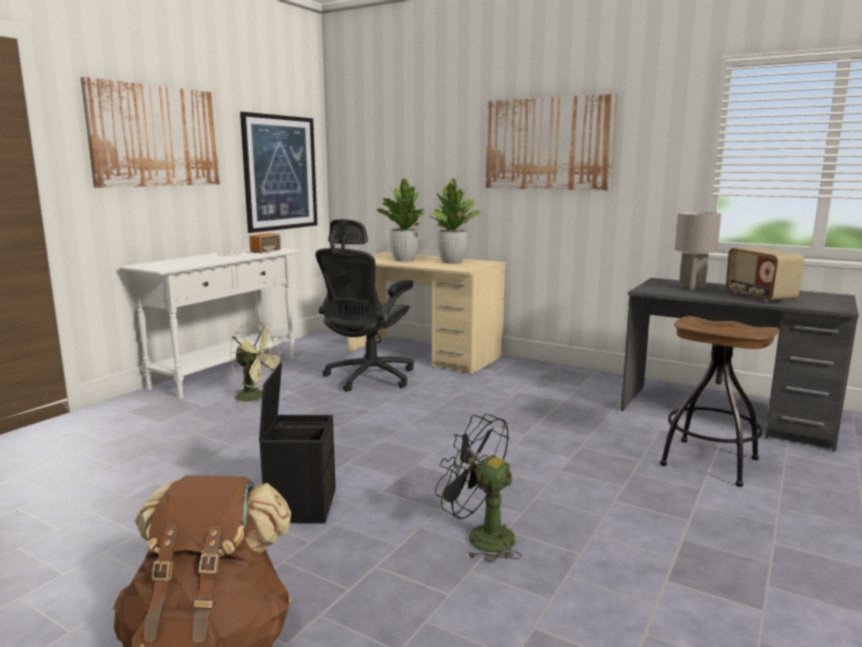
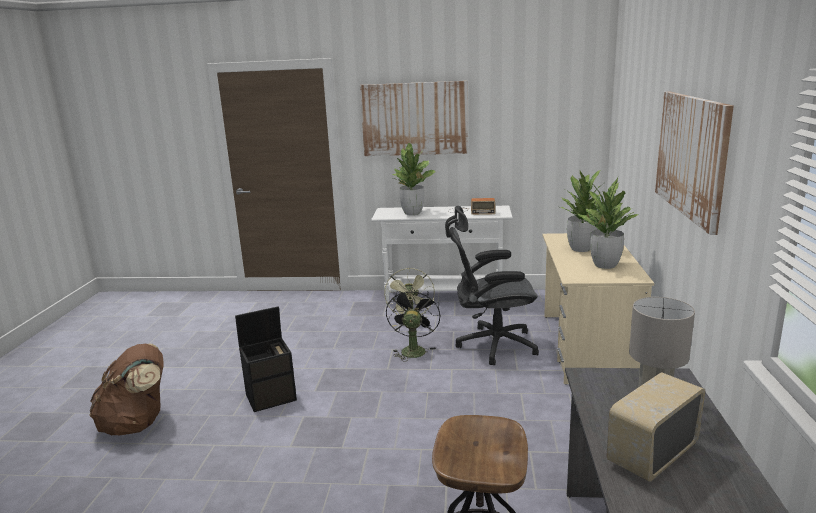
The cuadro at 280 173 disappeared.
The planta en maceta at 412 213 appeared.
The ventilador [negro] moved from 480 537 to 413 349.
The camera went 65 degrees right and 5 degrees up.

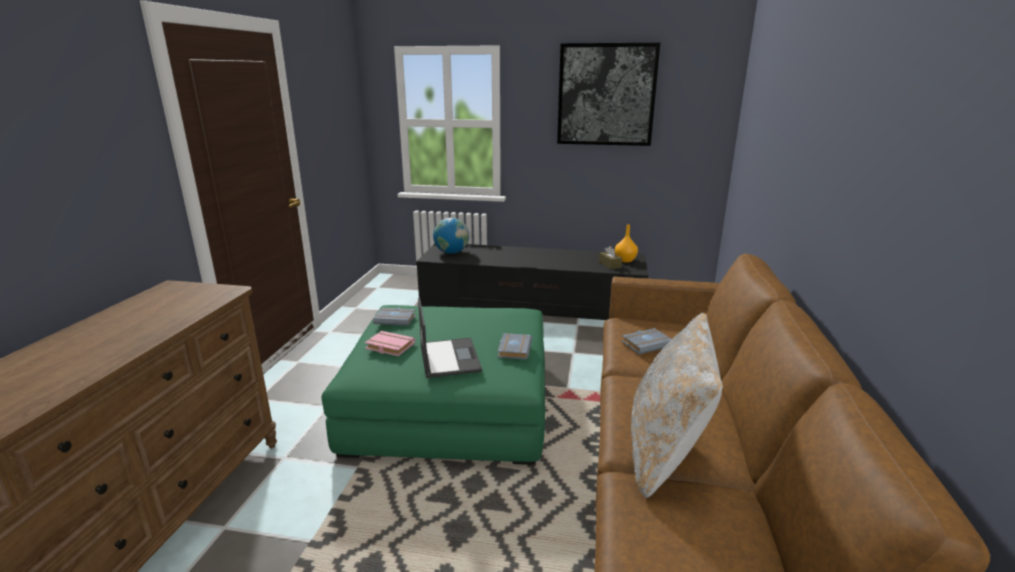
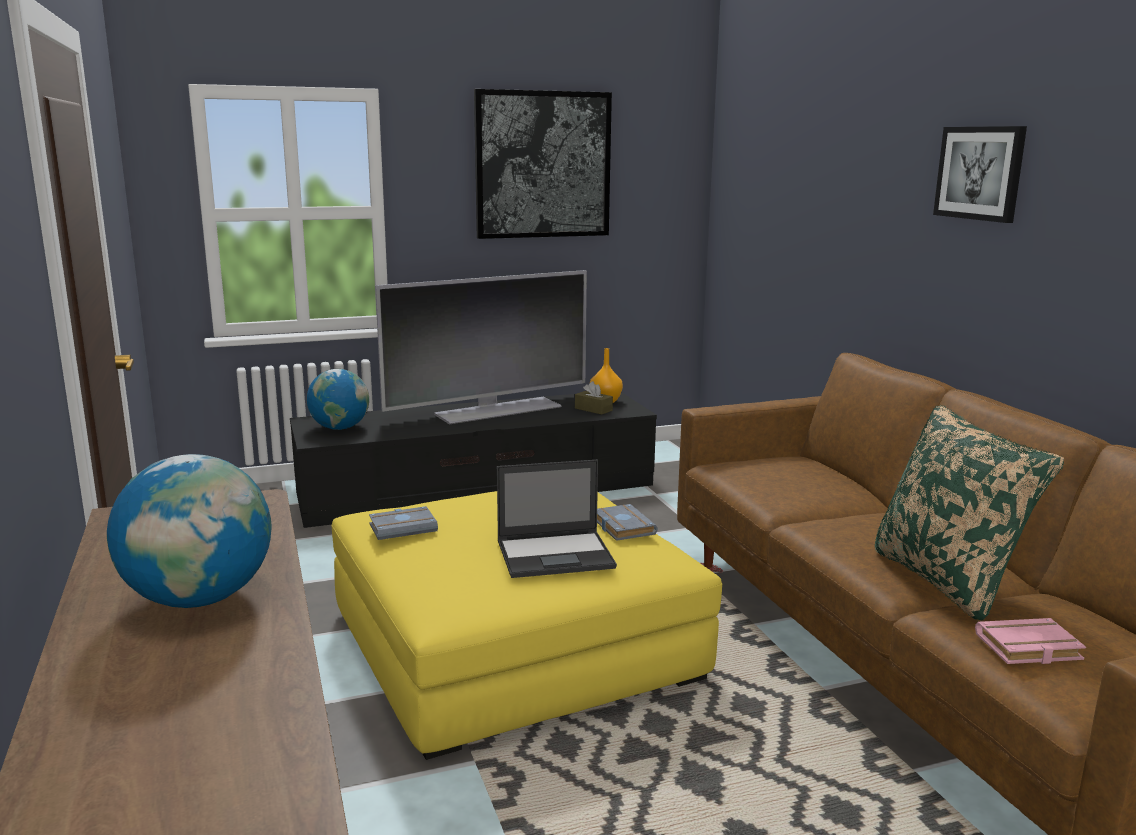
The libro [gris] at 646 344 disappeared.
The globo terráqueo at 199 599 appeared.
The televisor at 497 410 appeared.
The cuadro at 980 173 appeared.
The libro [rosa] moved from 388 347 to 1027 649.
The puf [verde] at 451 404 became the puf [amarillo] at 514 643.
The cojín [blanco] at 665 458 became the cojín [verde] at 945 585.
The portátil at 449 357 turned 120 degrees clockwise.
The camera went 30 degrees left and 5 degrees down.

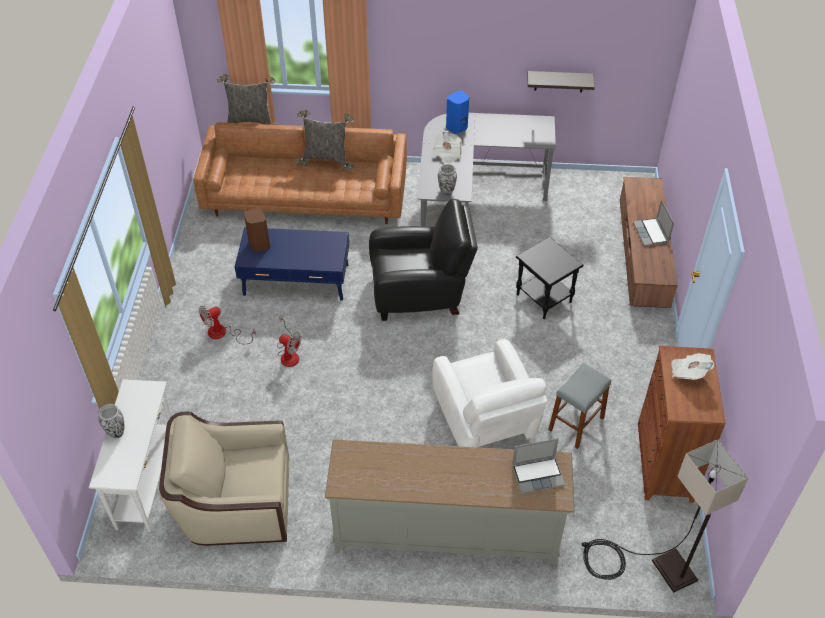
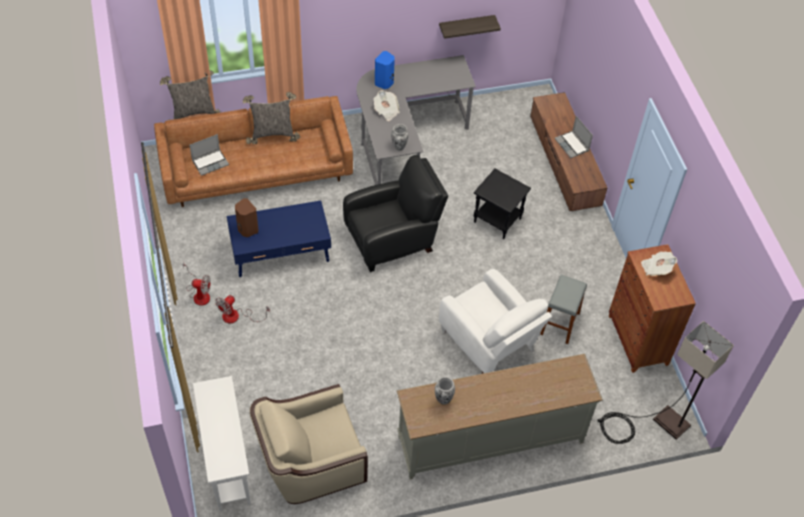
The florero moved from 116 433 to 443 399.
The ventilador moved from 289 354 to 199 294.
The portátil moved from 538 474 to 210 162.
The camera went 20 degrees left and 5 degrees up.

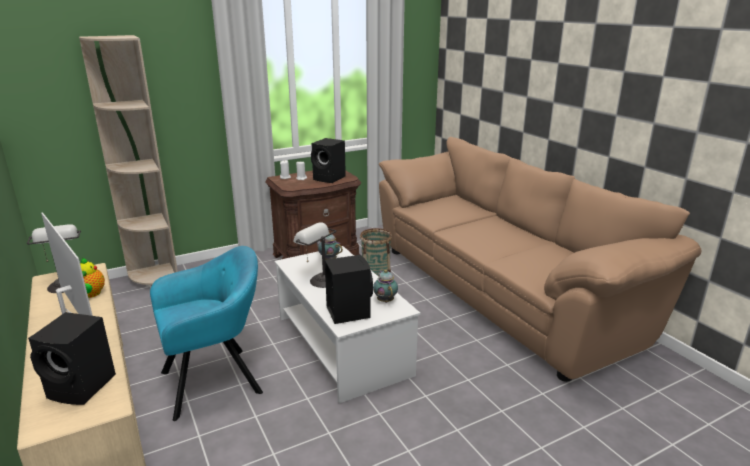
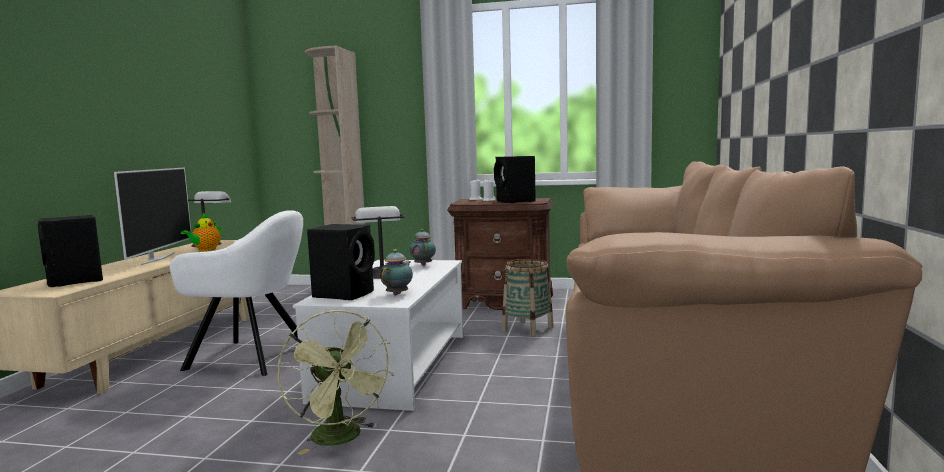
The ventilador [verde] at 342 439 appeared.
The sillón [turquesa] at 216 380 became the sillón [blanco] at 253 357.
The camera went 40 degrees right and 15 degrees down.

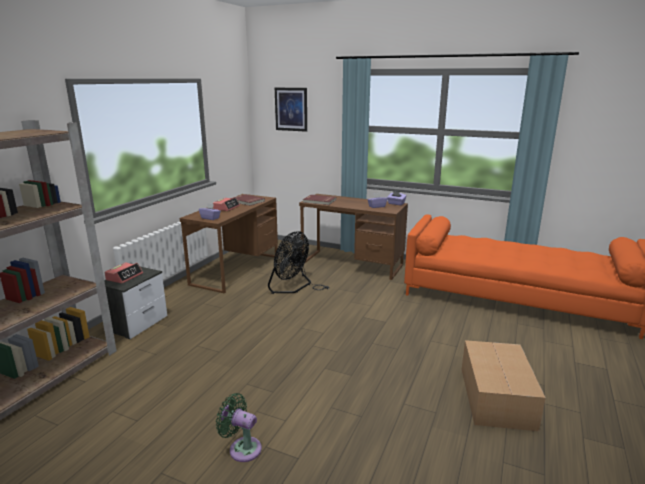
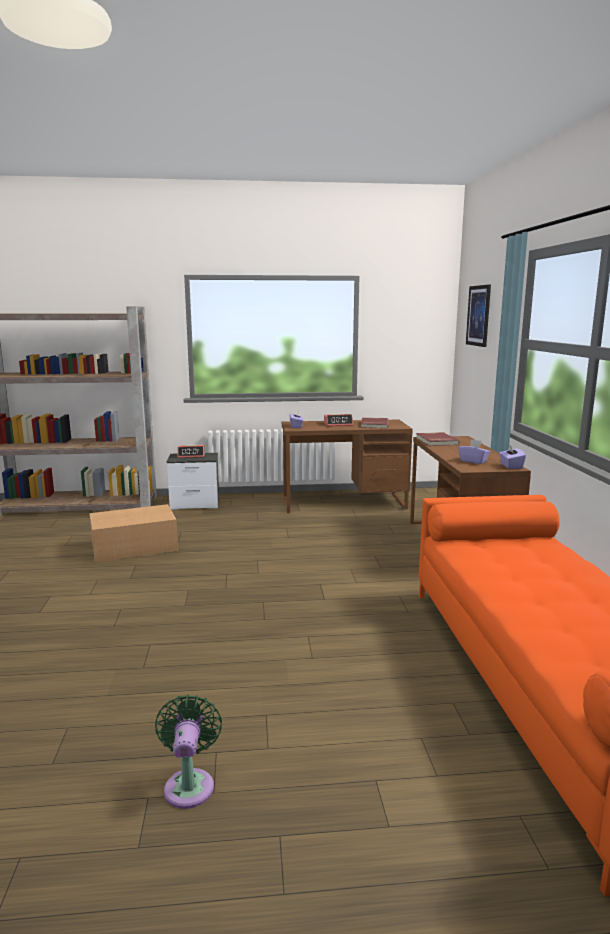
The ventilador [negro] at 298 286 disappeared.
The ventilador [verde] moved from 242 448 to 190 784.
The caja de cartón moved from 496 398 to 133 547.
The camera went 60 degrees right and 5 degrees down.

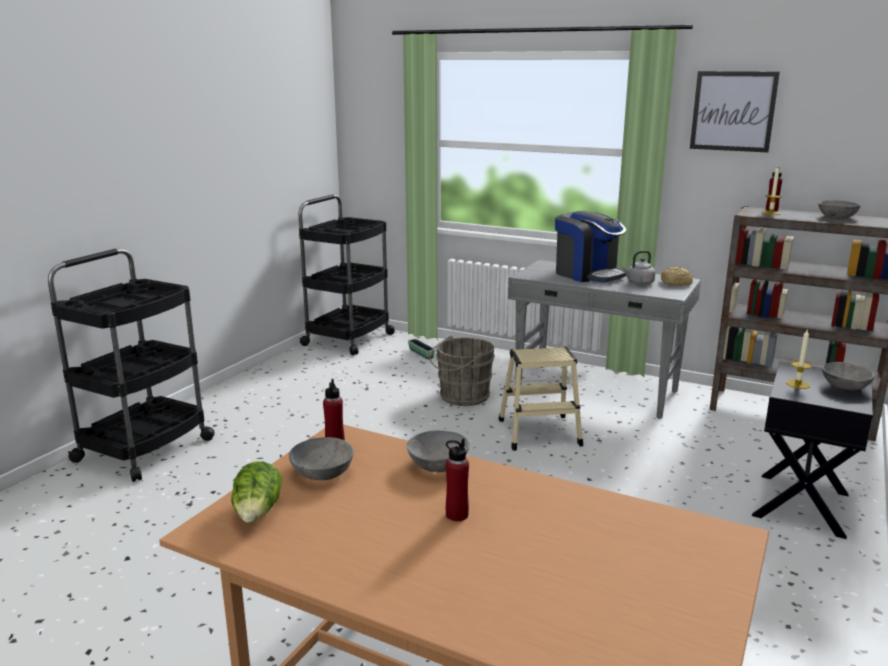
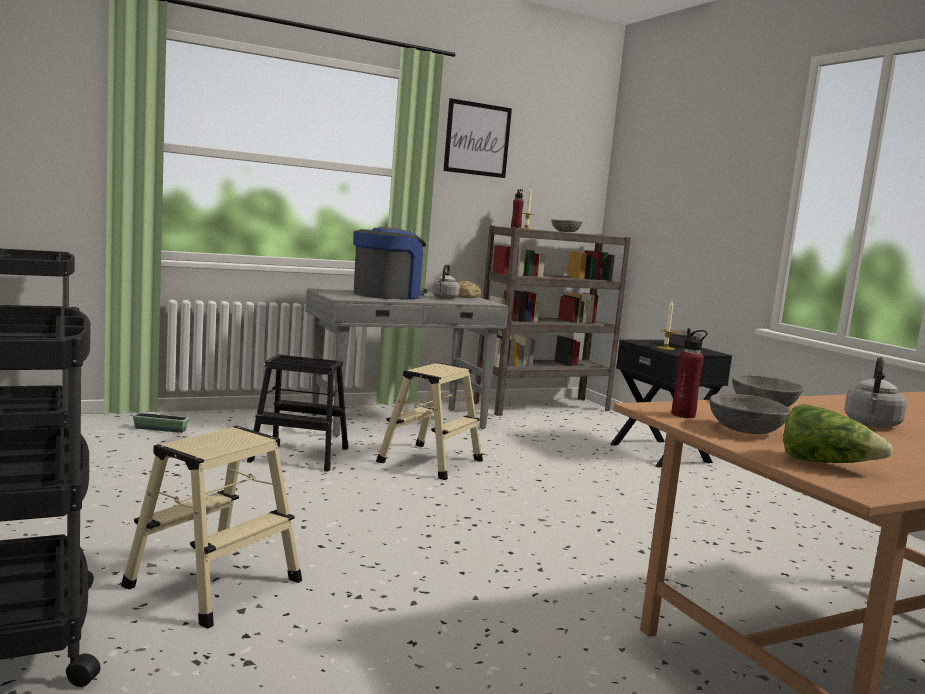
The escalera de tijera [beis] at 214 583 appeared.
The cubo [gris] at 461 397 was replaced by the escalera de tijera [negro] at 300 454.
The botella [rojo] at 456 515 was replaced by the hervidor [gris] at 872 424.
The cafetera at 588 274 turned 45 degrees counterclockwise.
The camera went 55 degrees left and 10 degrees down.

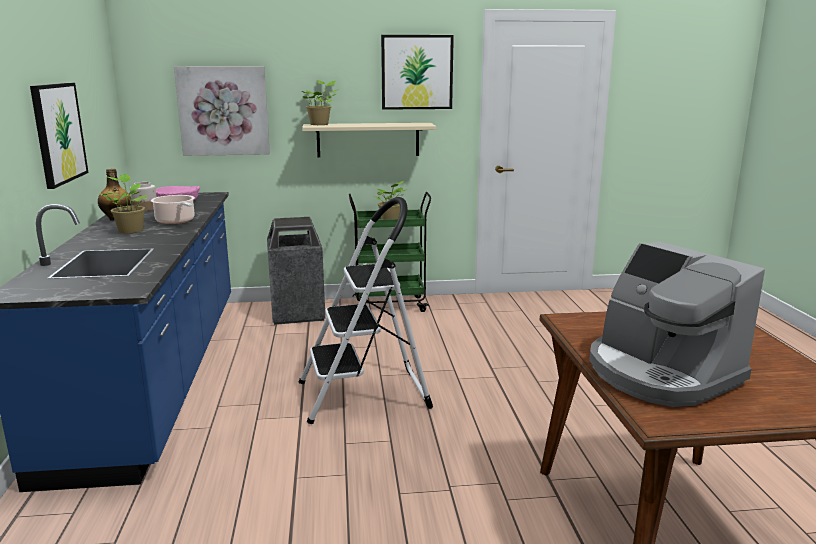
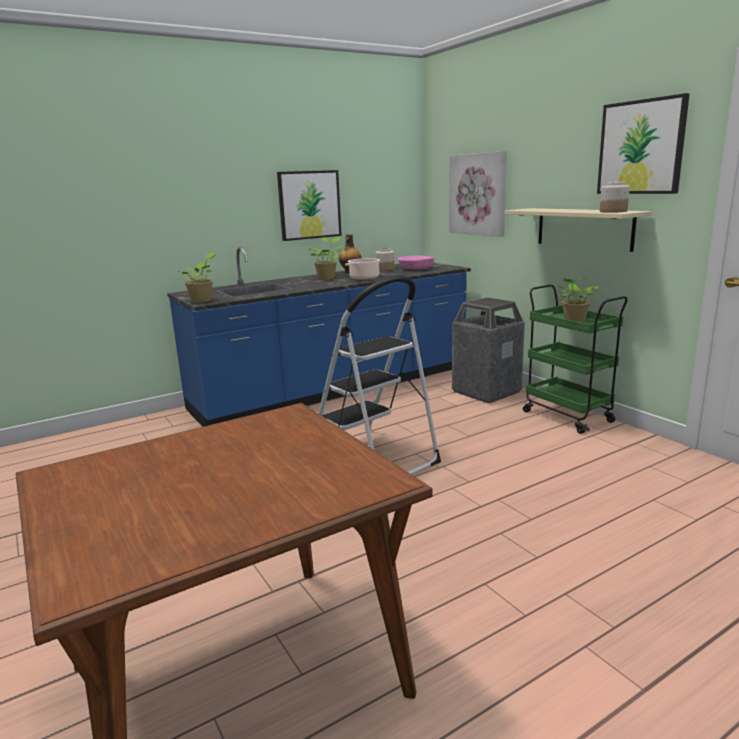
The cafetera at 660 373 disappeared.
The tarro at 613 211 appeared.
The planta en maceta moved from 320 124 to 202 301.
The camera went 65 degrees right and 0 degrees up.

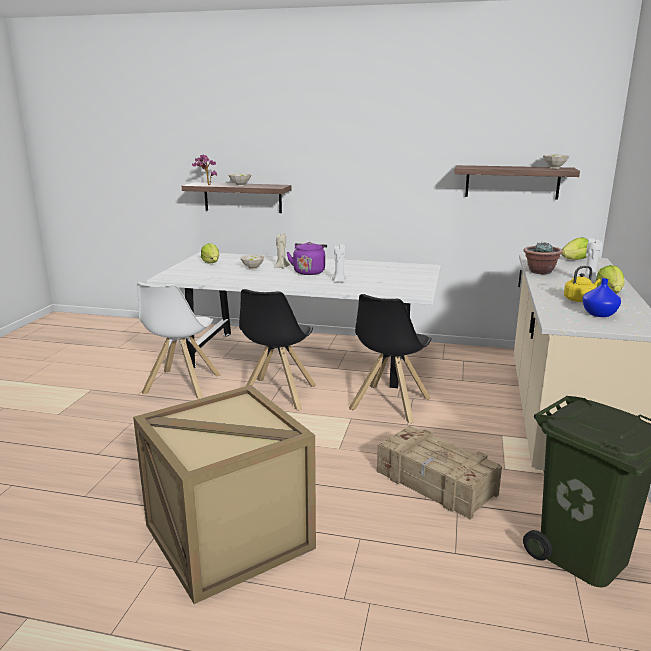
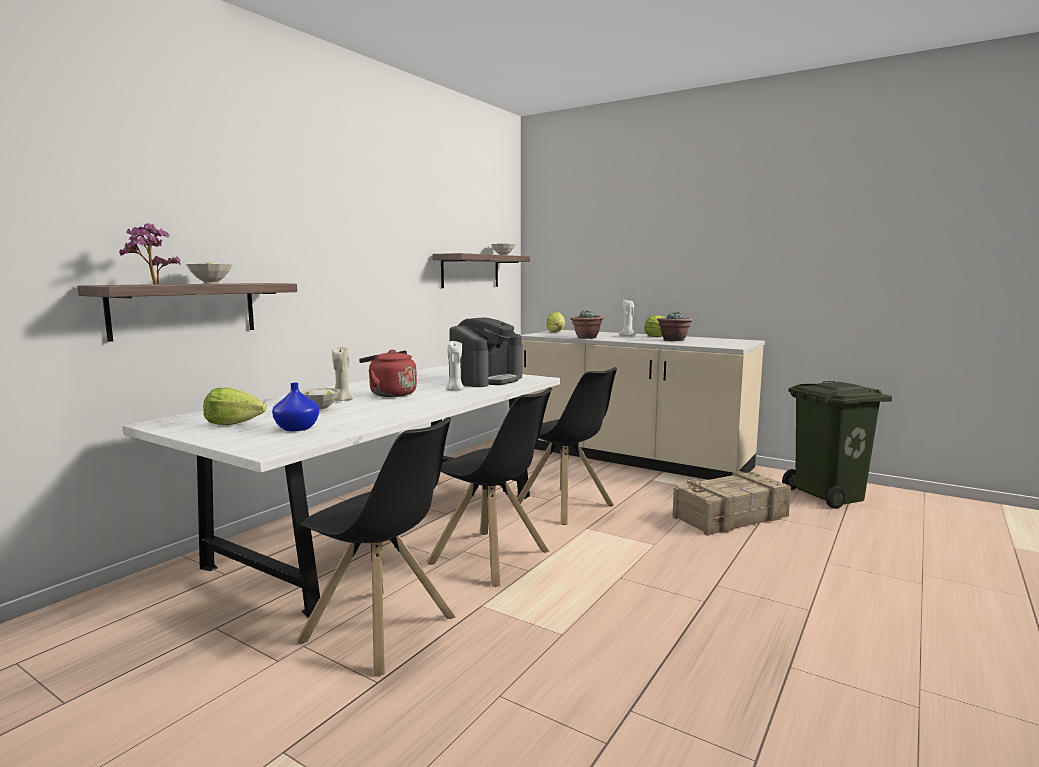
The caja de embalaje at 227 538 disappeared.
The cafetera at 486 380 appeared.
The florero [azul] moved from 599 314 to 298 428.
The hervidor [amarillo] at 579 299 was replaced by the planta en maceta at 673 340.
The silla [blanco] at 181 385 became the silla [negro] at 382 630.
The hervidor [morado] at 309 272 became the hervidor [rojo] at 390 394.
The camera went 70 degrees left and 10 degrees down.

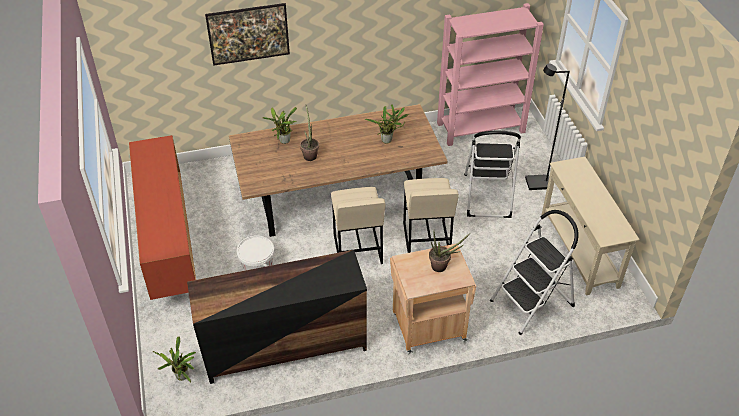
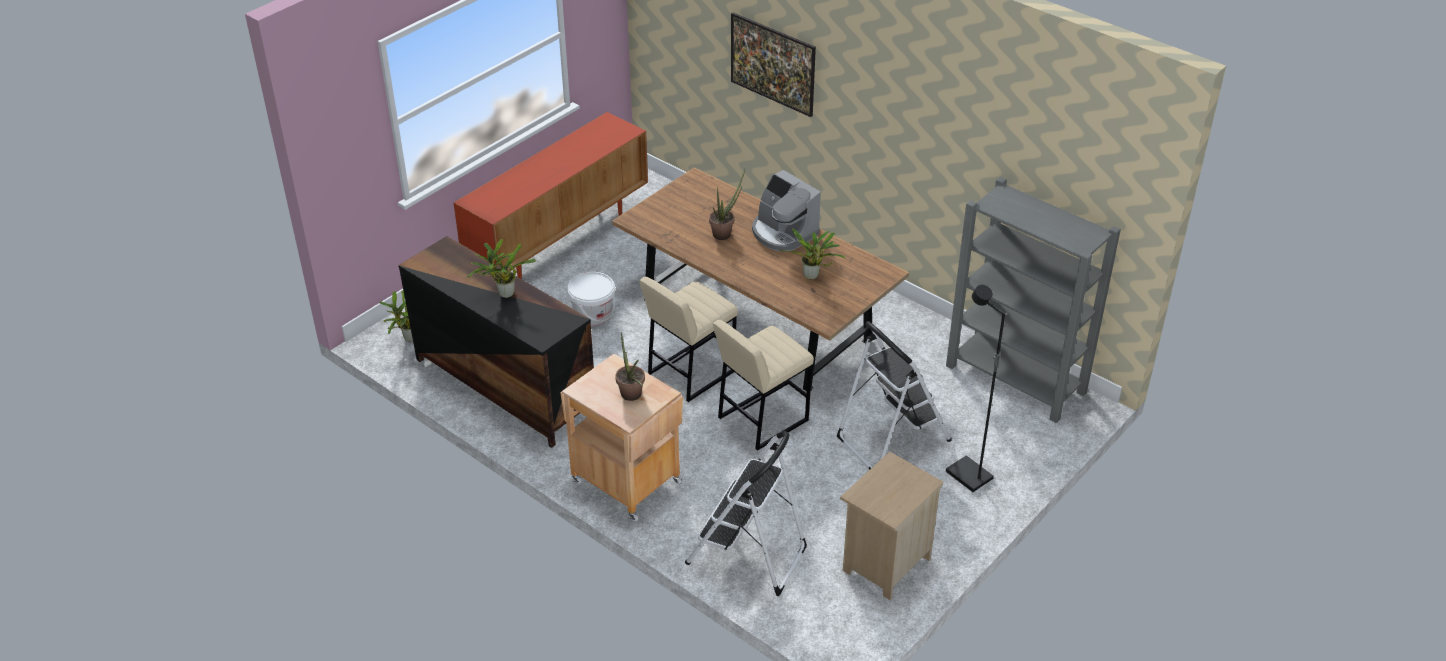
The cafetera at 783 233 appeared.
The planta en maceta moved from 283 142 to 504 294.
The mesa consola [beis] at 579 250 was replaced by the mesita de noche [beis] at 884 564.
The estantería [rosa] at 480 127 became the estantería [gris] at 1016 379.
The camera went 55 degrees right and 5 degrees down.

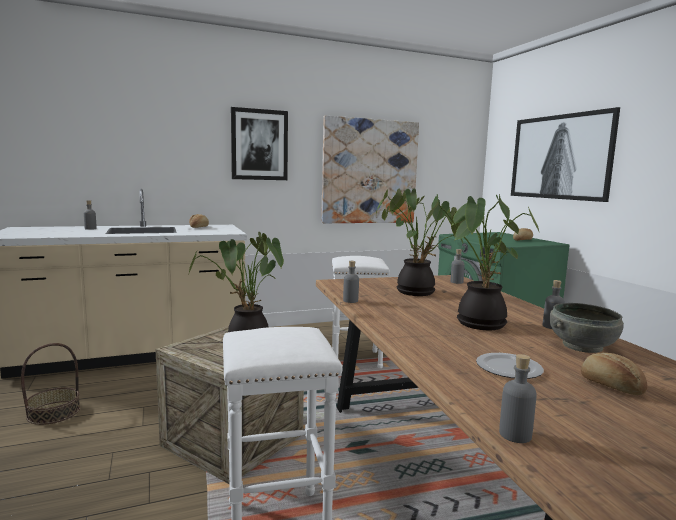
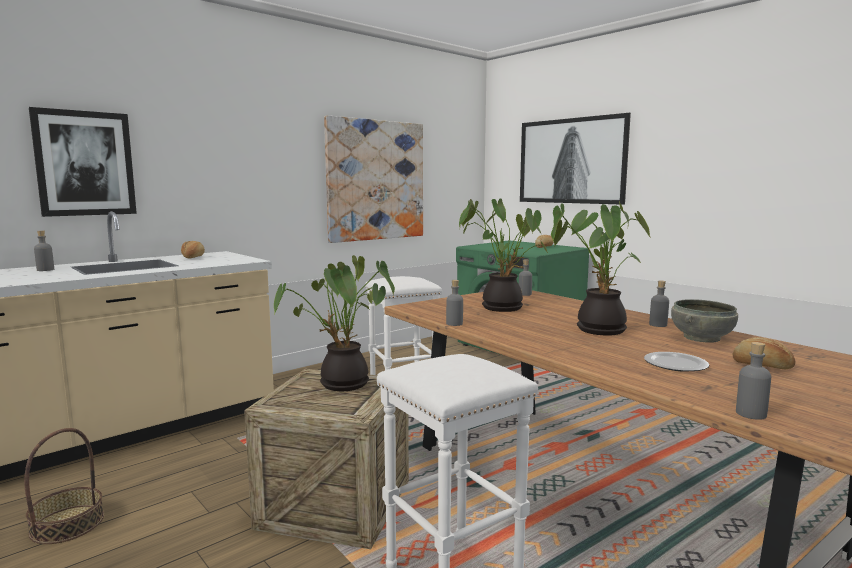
The cuadro moved from 259 145 to 85 163.
The camera went 20 degrees left and 0 degrees up.

